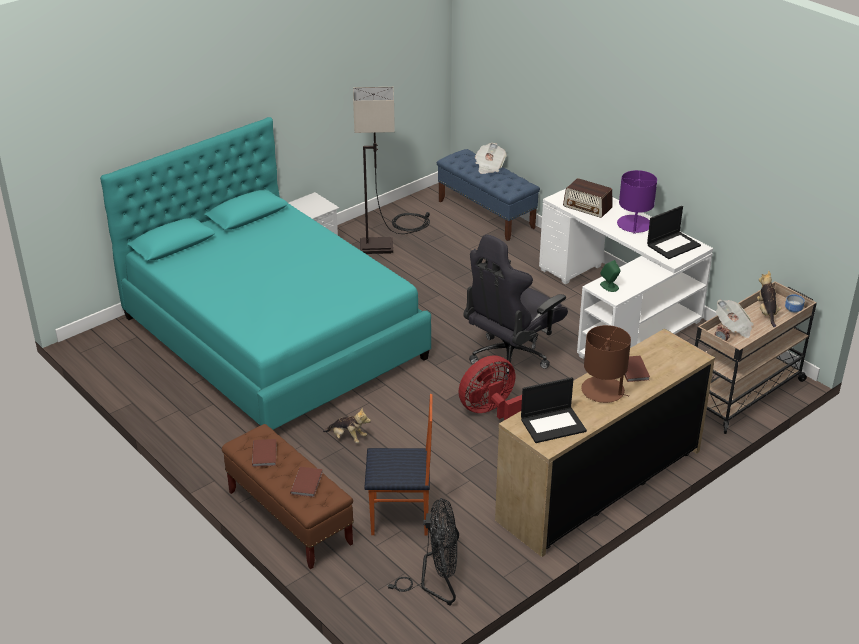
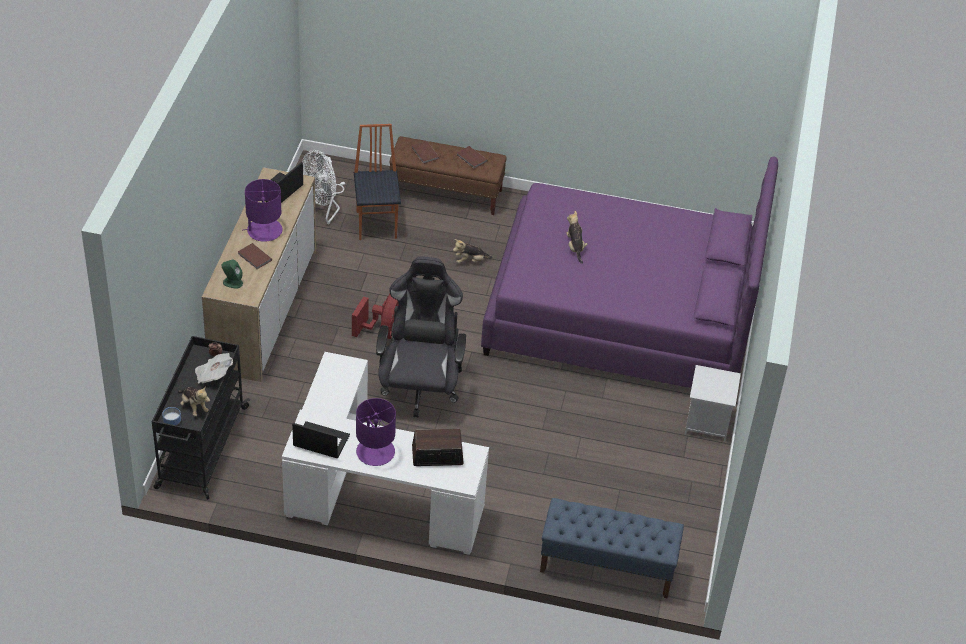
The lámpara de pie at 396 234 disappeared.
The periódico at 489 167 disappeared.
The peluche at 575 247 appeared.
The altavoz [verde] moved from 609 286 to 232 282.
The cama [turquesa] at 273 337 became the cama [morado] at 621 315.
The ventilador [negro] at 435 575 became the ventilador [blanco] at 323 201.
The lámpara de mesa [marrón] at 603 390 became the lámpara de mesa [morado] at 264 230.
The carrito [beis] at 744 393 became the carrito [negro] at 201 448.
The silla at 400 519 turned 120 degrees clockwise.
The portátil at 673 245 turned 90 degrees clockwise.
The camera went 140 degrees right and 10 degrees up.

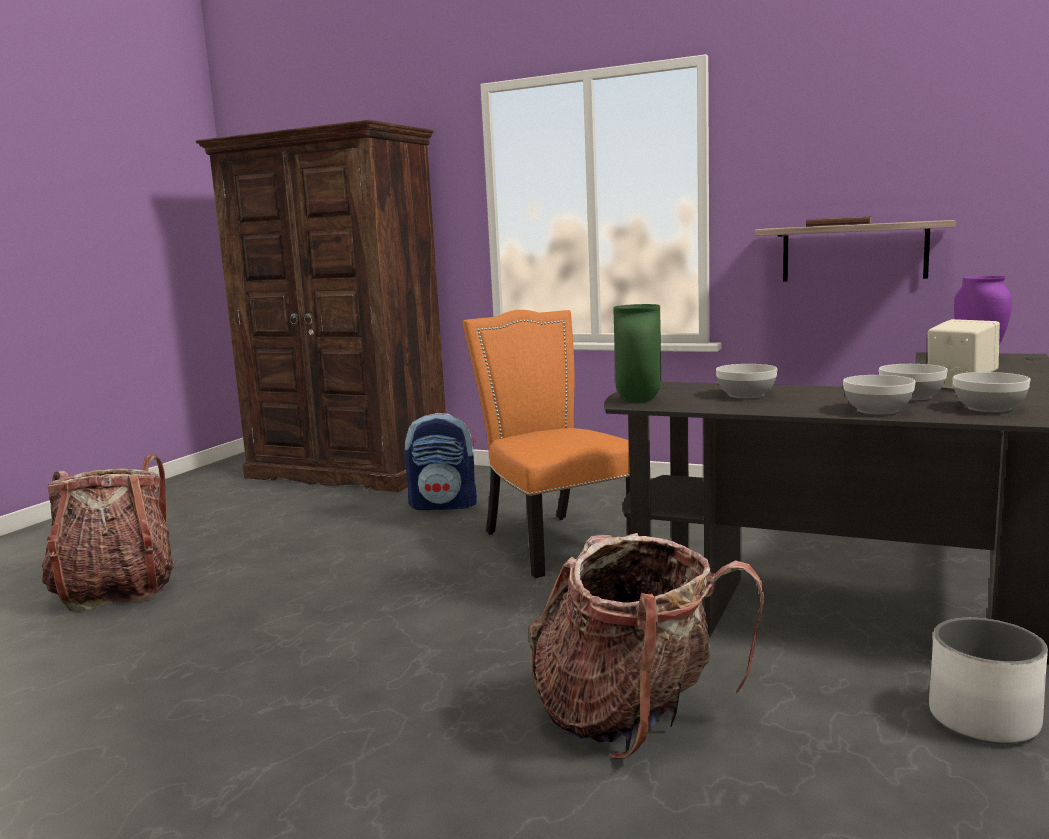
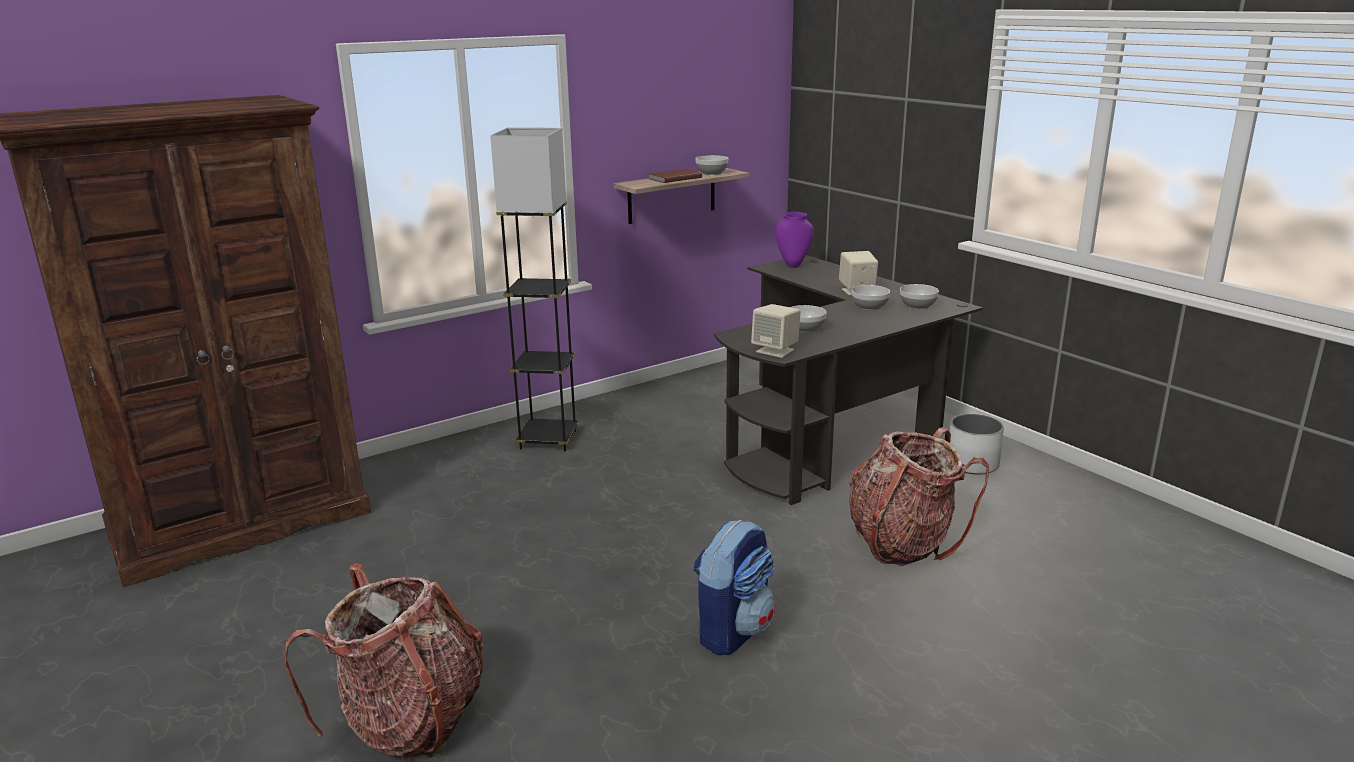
The silla [naranja] at 557 545 disappeared.
The lámpara de pie [gris] at 548 440 appeared.
The mochila moved from 444 505 to 733 630.
The cuenco moved from 877 410 to 711 173.
The florero [verde] at 640 400 was replaced by the altavoz [beis] at 776 351.
The camera went 60 degrees left and 10 degrees up.

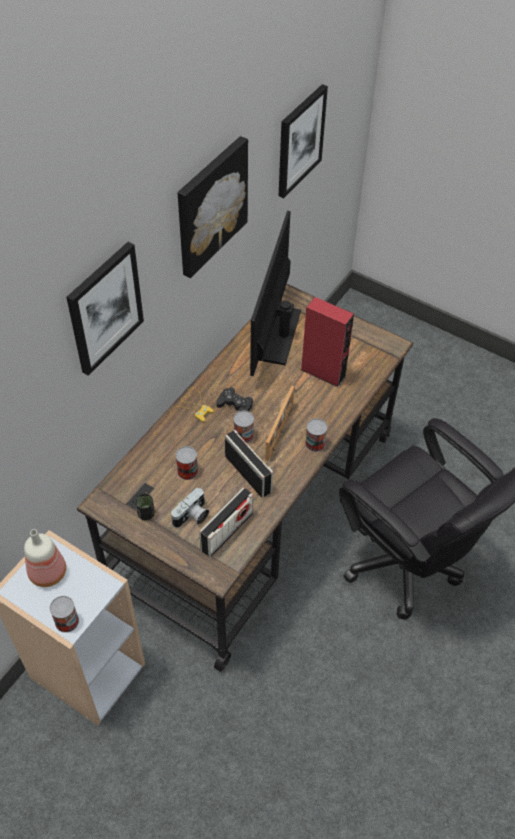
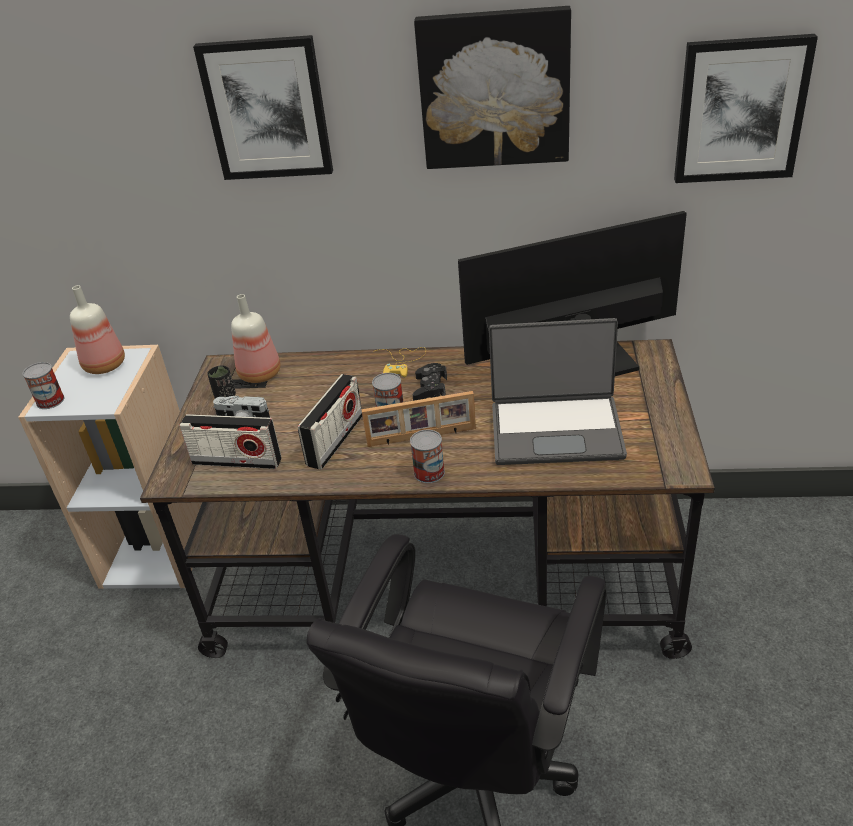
The lata at 187 471 disappeared.
The botella at 260 373 appeared.
The altavoz [rojo] at 323 373 was replaced by the portátil at 556 430.
The camera went 65 degrees right and 15 degrees down.

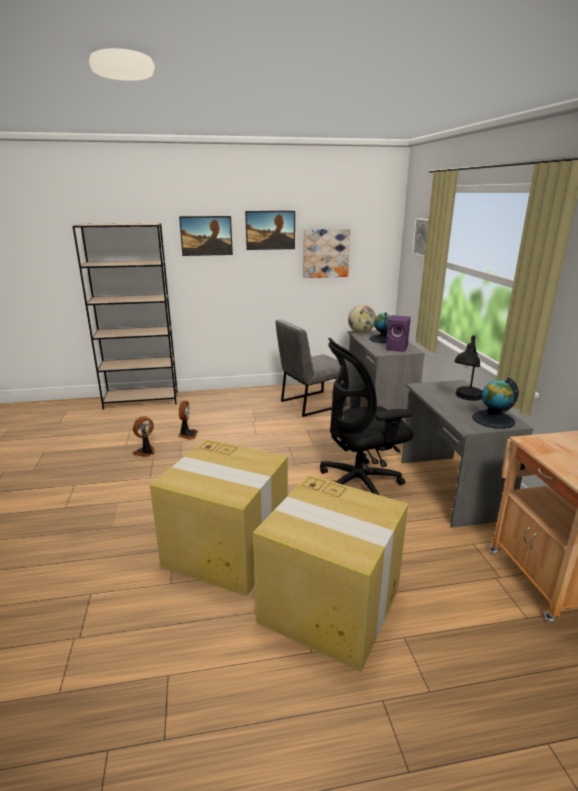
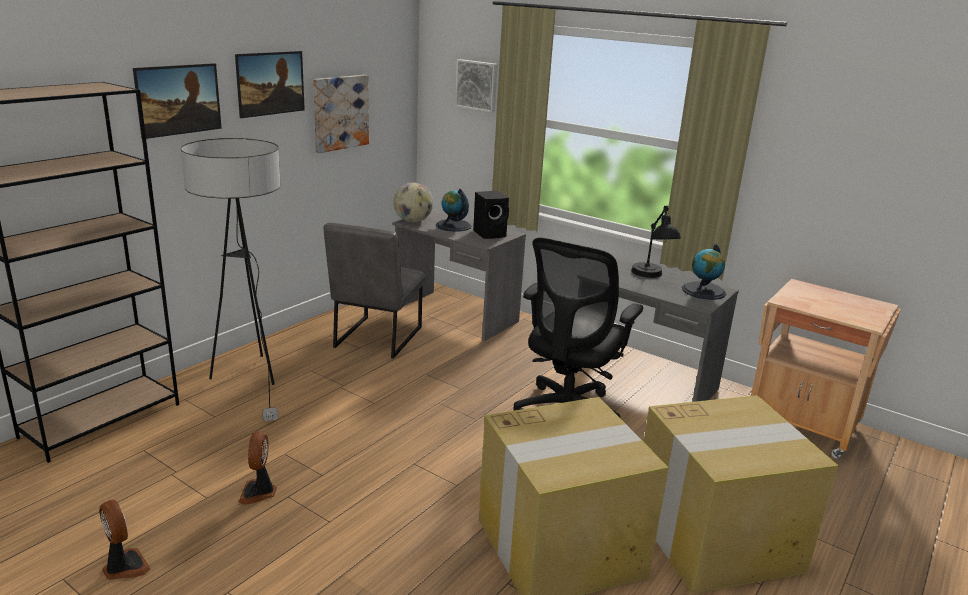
The lámpara de pie at 250 379 appeared.
The ventilador moved from 187 434 to 124 567.
The altavoz [morado] at 397 348 became the altavoz [negro] at 491 234.
The camera went 45 degrees left and 0 degrees up.

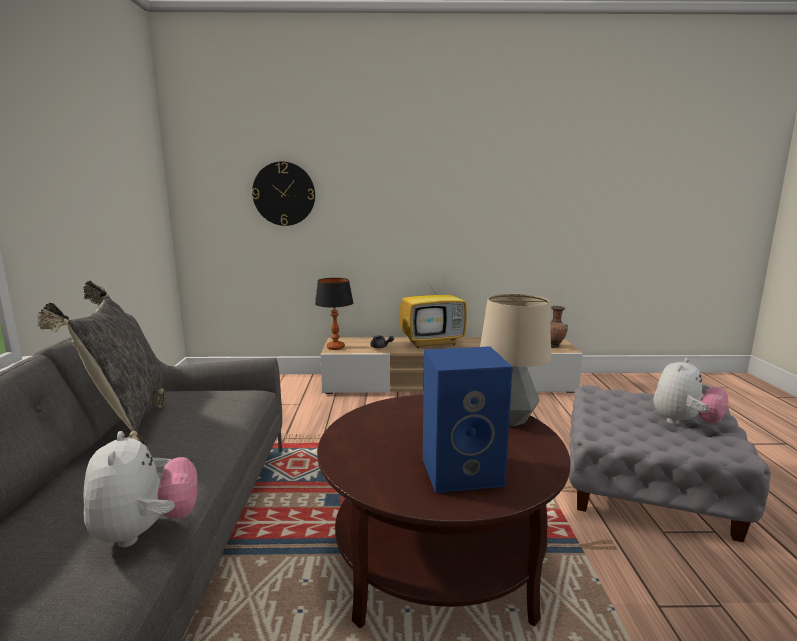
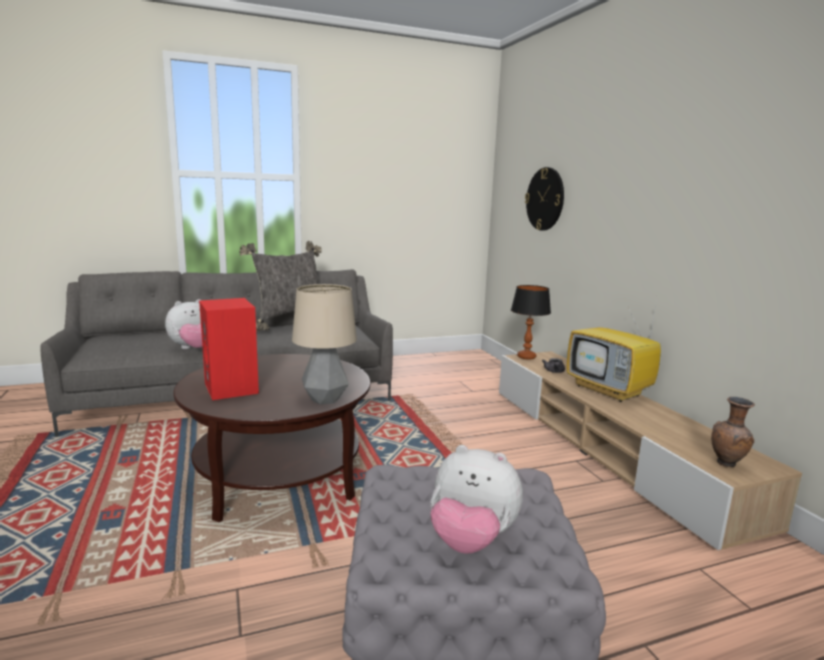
The altavoz [azul] at 463 471 became the altavoz [rojo] at 233 388.
The camera went 70 degrees right and 0 degrees up.

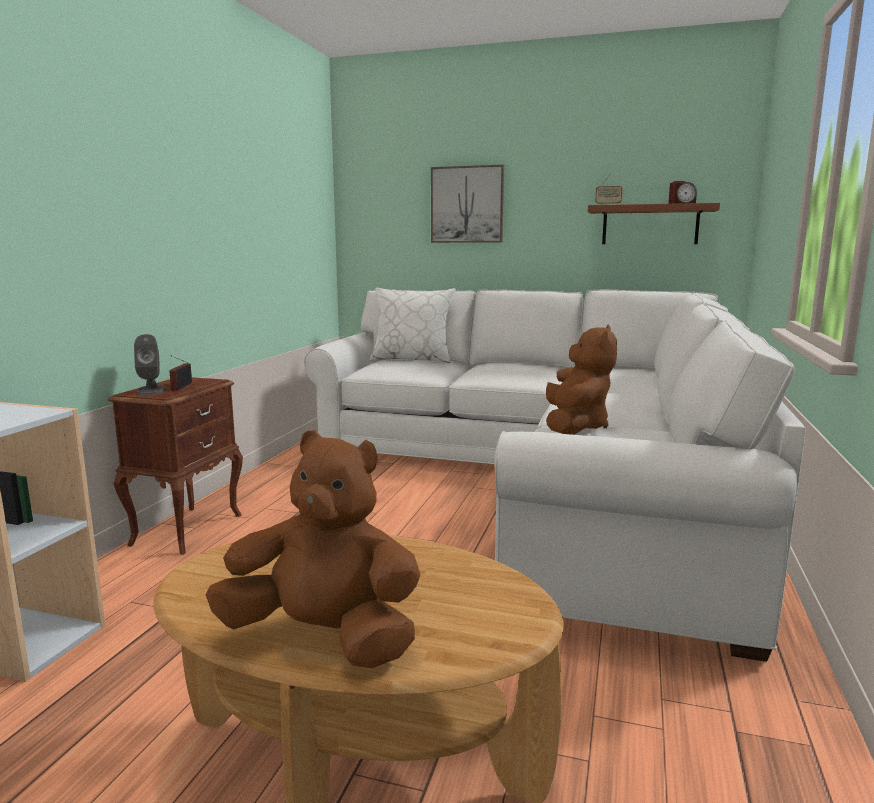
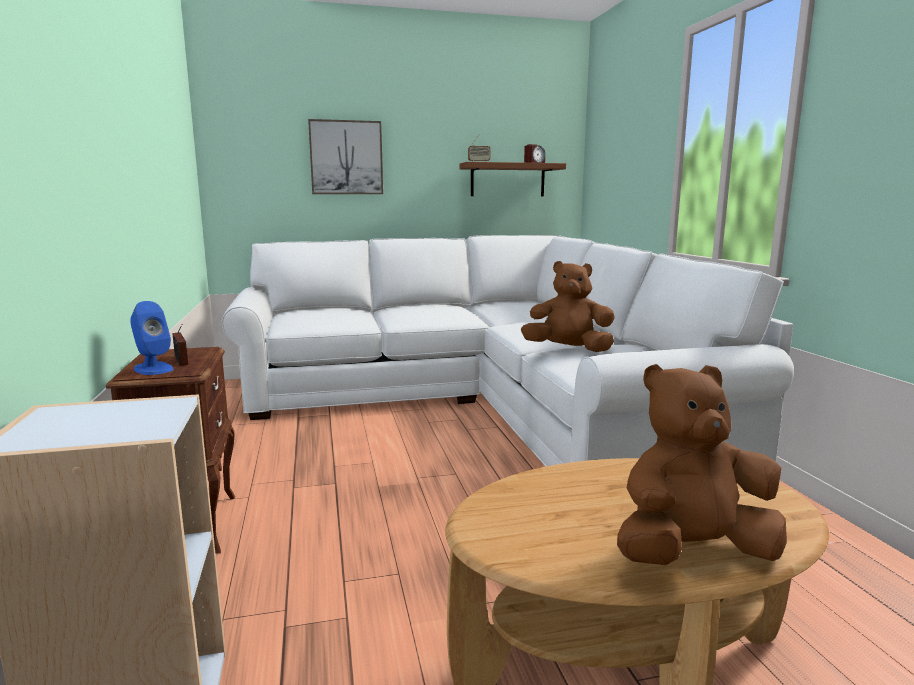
The cojín [blanco] at 412 359 disappeared.
The altavoz [gris] at 151 390 became the altavoz [azul] at 153 369.
The peluche [marrón] at 575 427 turned 60 degrees counterclockwise.
The camera went 30 degrees left and 0 degrees up.

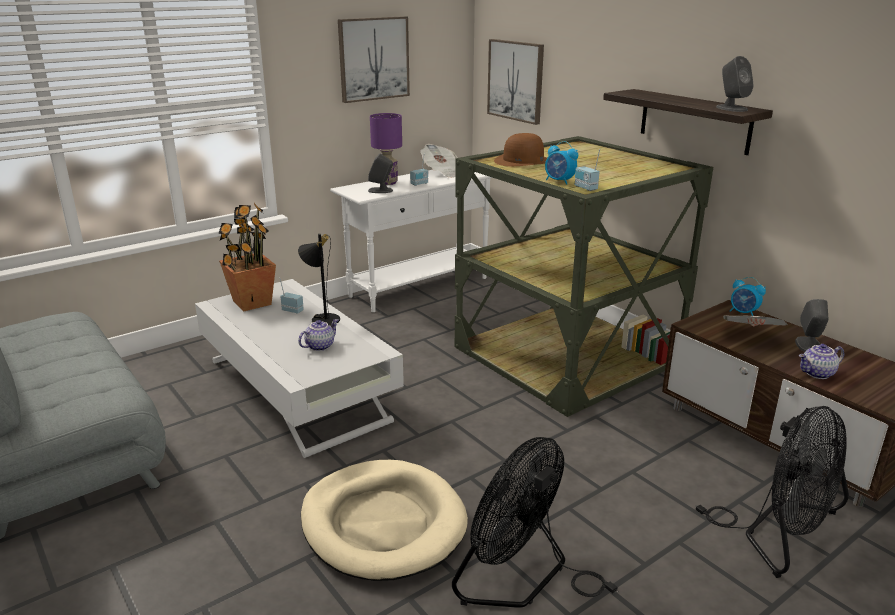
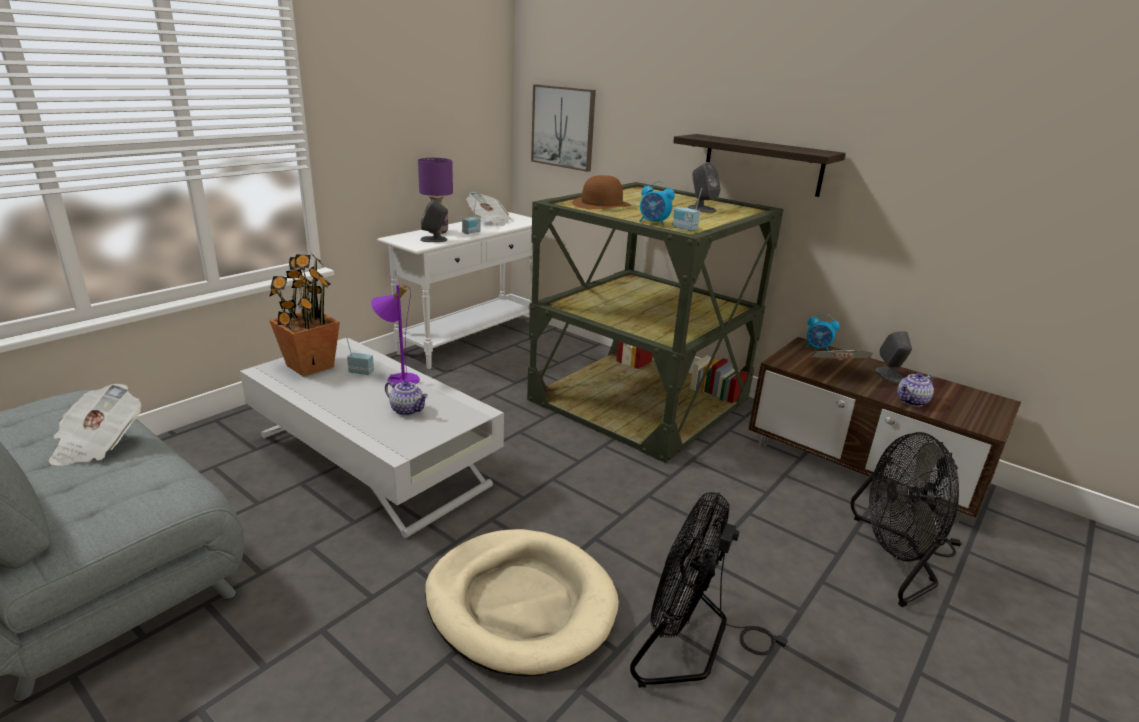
The cuadro at 373 59 disappeared.
The periódico at 98 444 appeared.
The altavoz [gris] moved from 731 108 to 701 209.
The lámpara de mesa [negro] at 322 318 became the lámpara de mesa [morado] at 398 378.
The tetera at 319 346 turned 90 degrees clockwise.
The ventilador [negro] at 777 531 turned 150 degrees clockwise.
The camera went 15 degrees left and 0 degrees up.

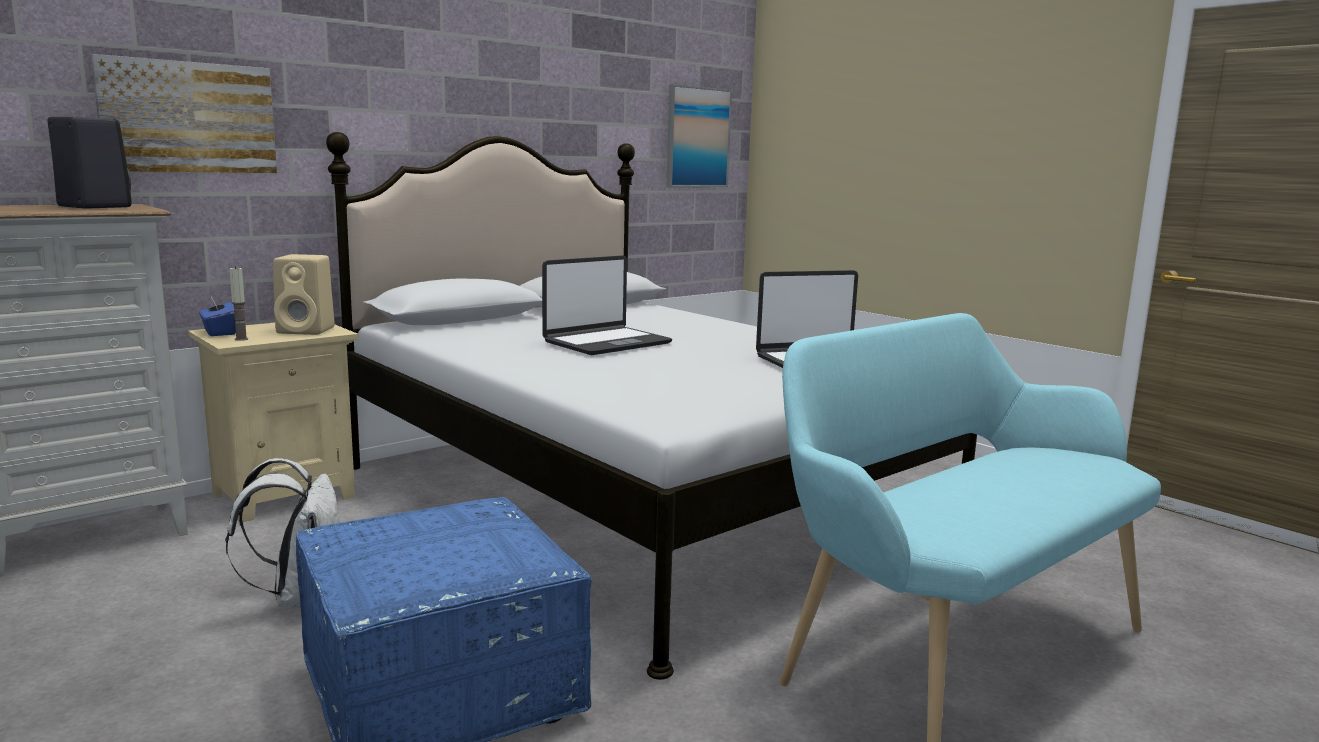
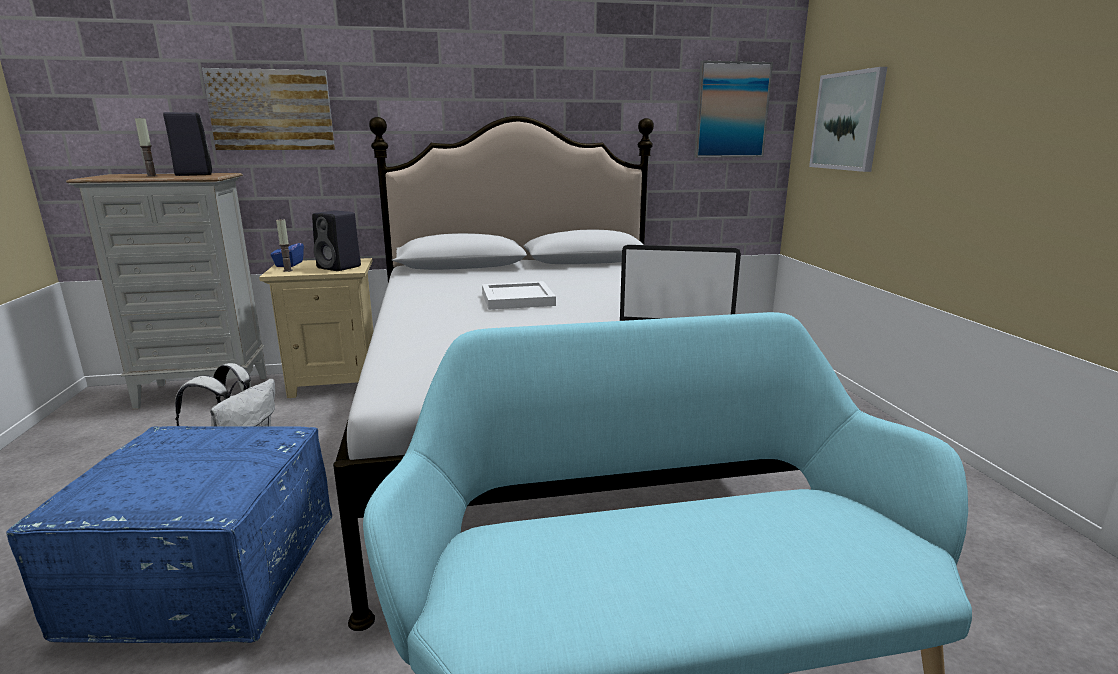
The vela at 151 176 appeared.
The cuadro at 847 121 appeared.
The portátil at 606 343 was replaced by the bandeja [blanco] at 518 298.
The altavoz [beis] at 308 330 became the altavoz [negro] at 340 267.
The camera went 30 degrees right and 5 degrees up.

